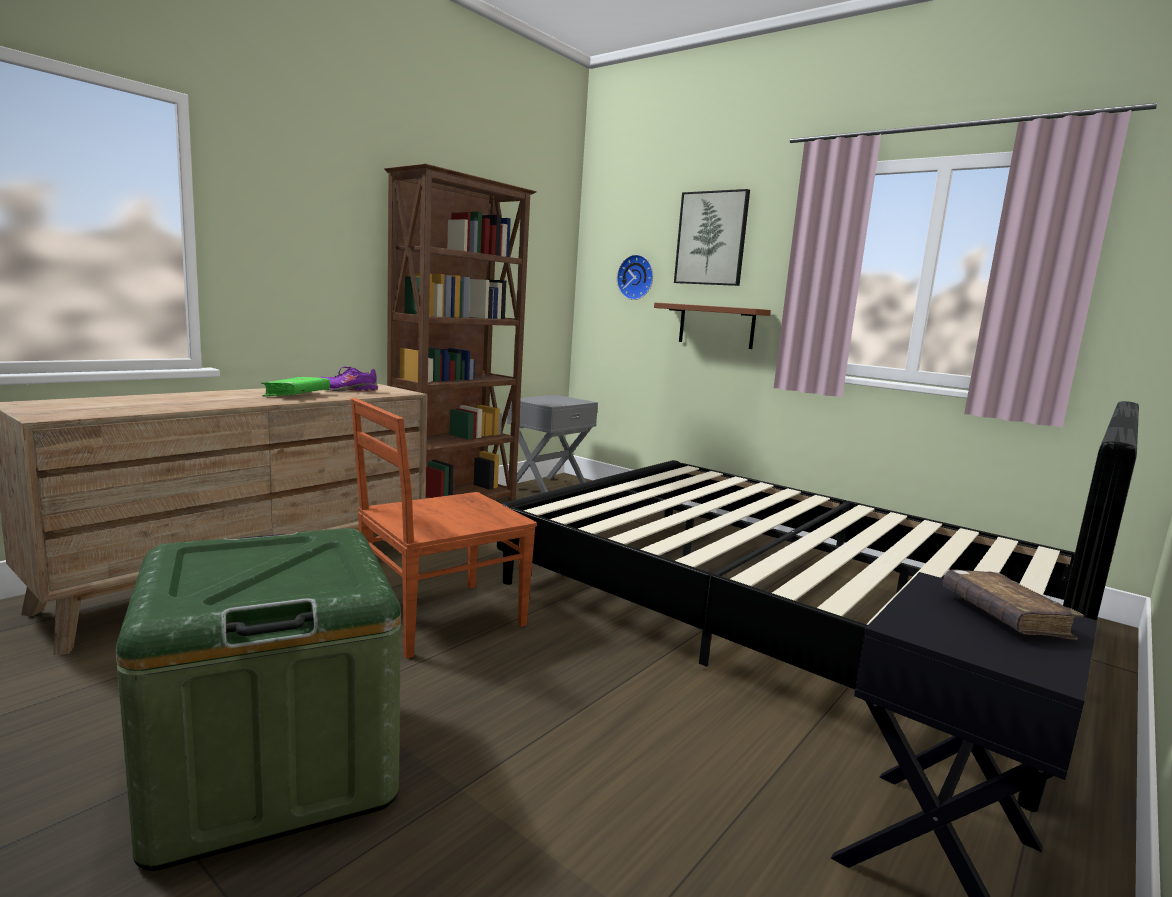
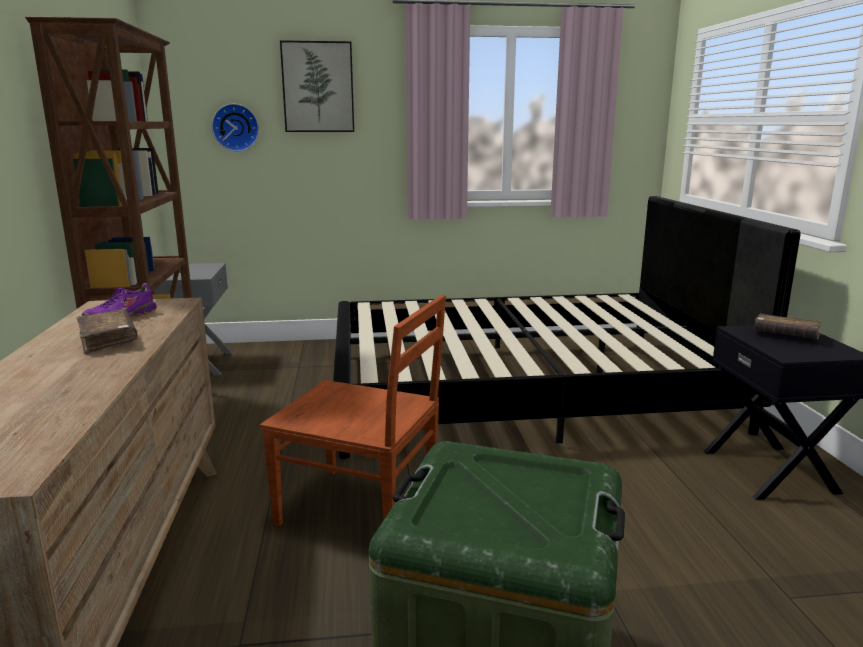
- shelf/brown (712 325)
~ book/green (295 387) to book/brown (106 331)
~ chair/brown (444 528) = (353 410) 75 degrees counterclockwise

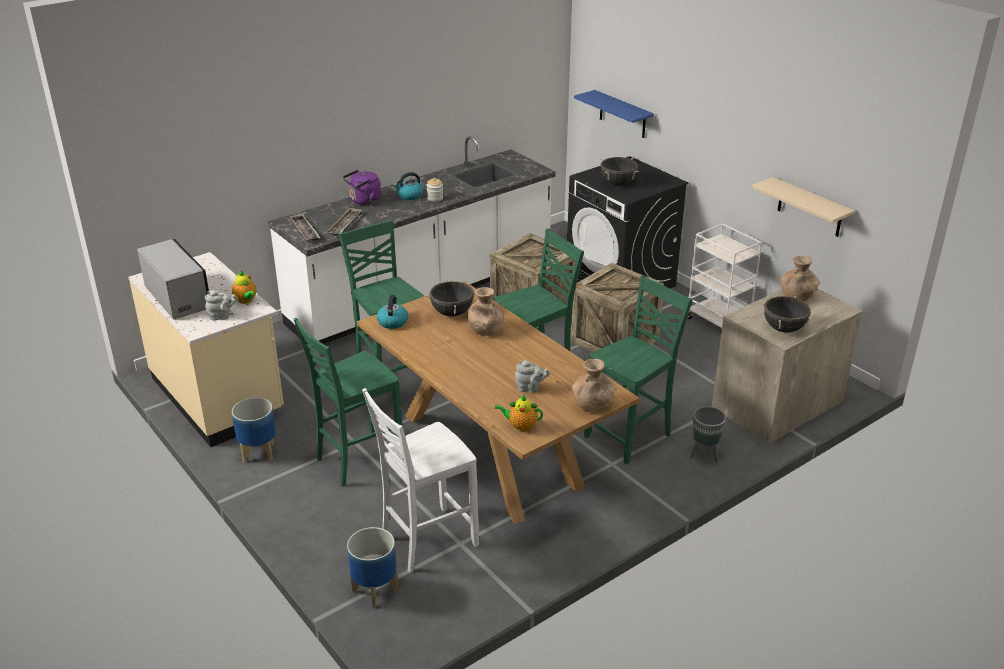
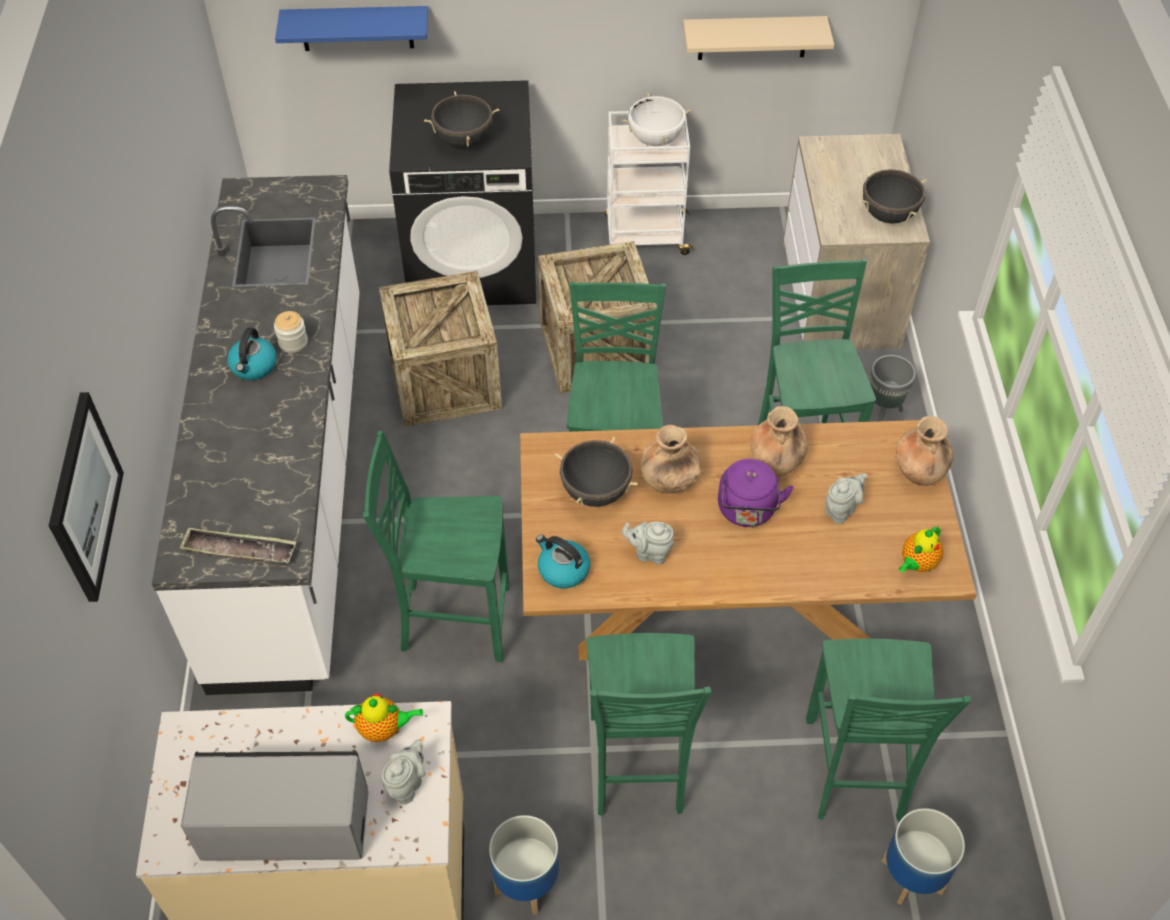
~ kettle/purple (362 187) to (756 493)
- tray (344 221)
~ vase/brown (800 278) to (779 441)
~ chair/white (420 480) to chair/green (888 730)
+ cooking pot/white (657 119)
+ picture (86 497)
+ teapot/grey (648 543)

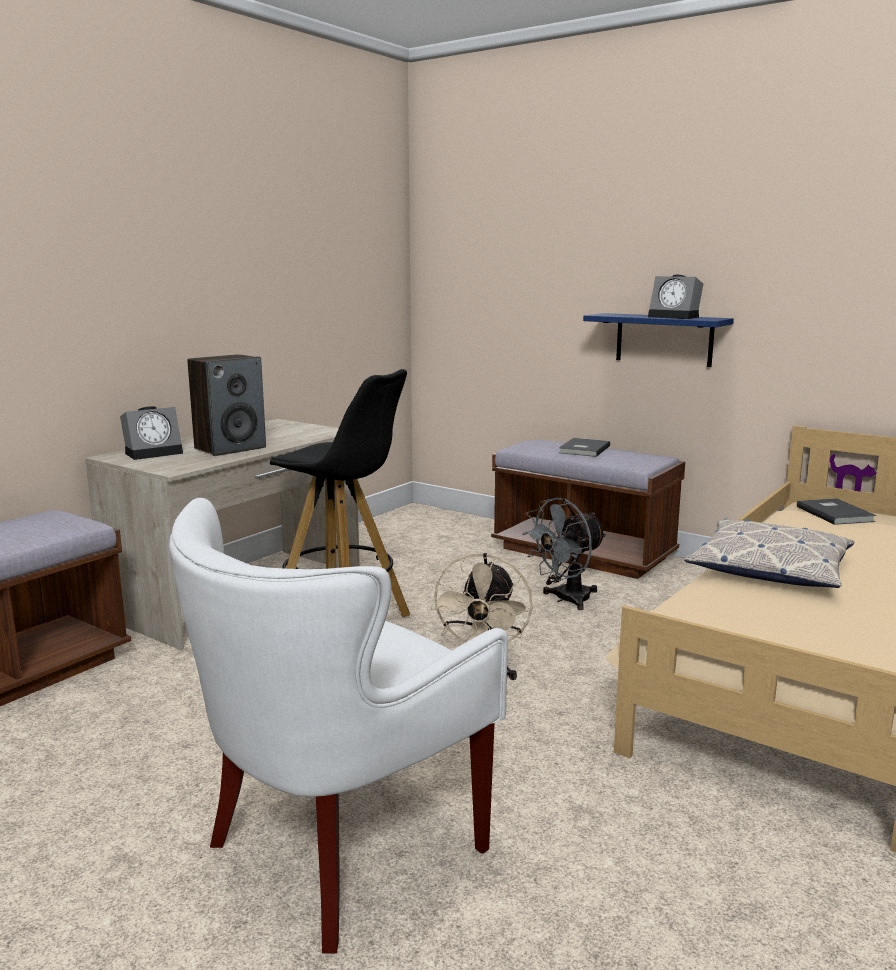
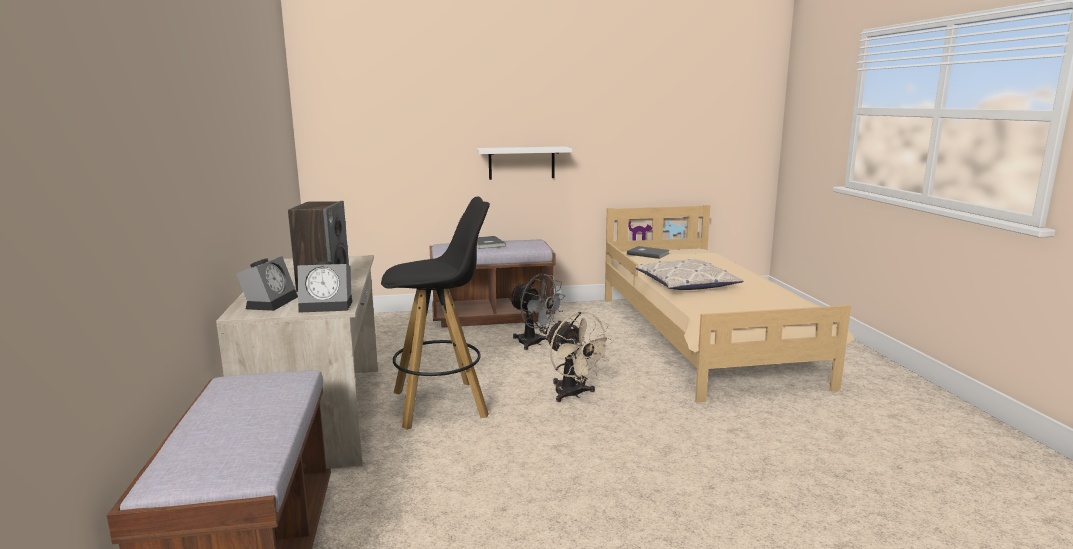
~ alarm clock (675 297) to (324 287)
~ shelf/blue (658 340) to shelf/white (524 163)
~ fan/grey (564 553) = (537 311) 60 degrees counterclockwise
- armchair/white (338 725)

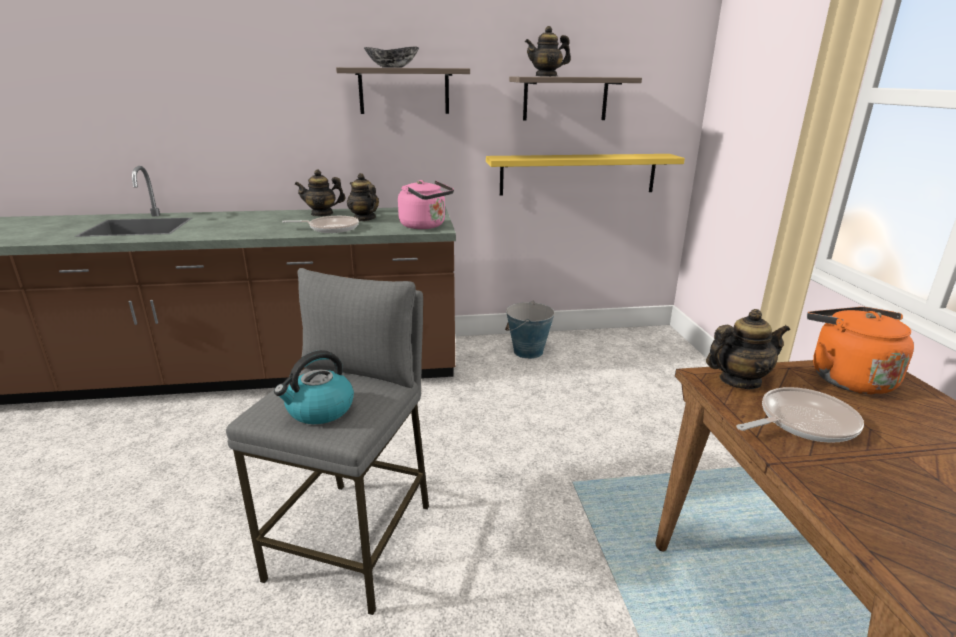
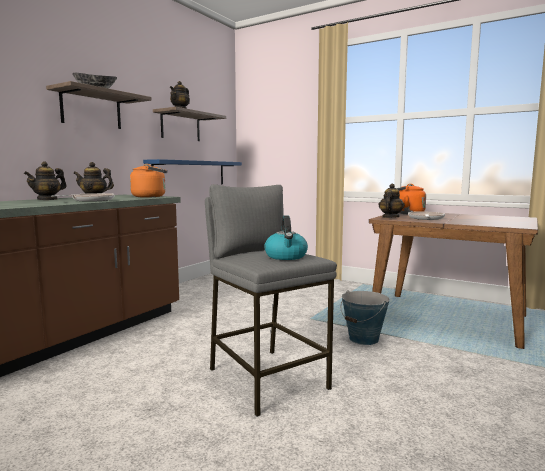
~ shelf/yellow (585 175) to shelf/blue (192 171)
~ kettle/pink (426 204) to kettle/orange (149 180)
~ bucket (530 330) to (365 317)

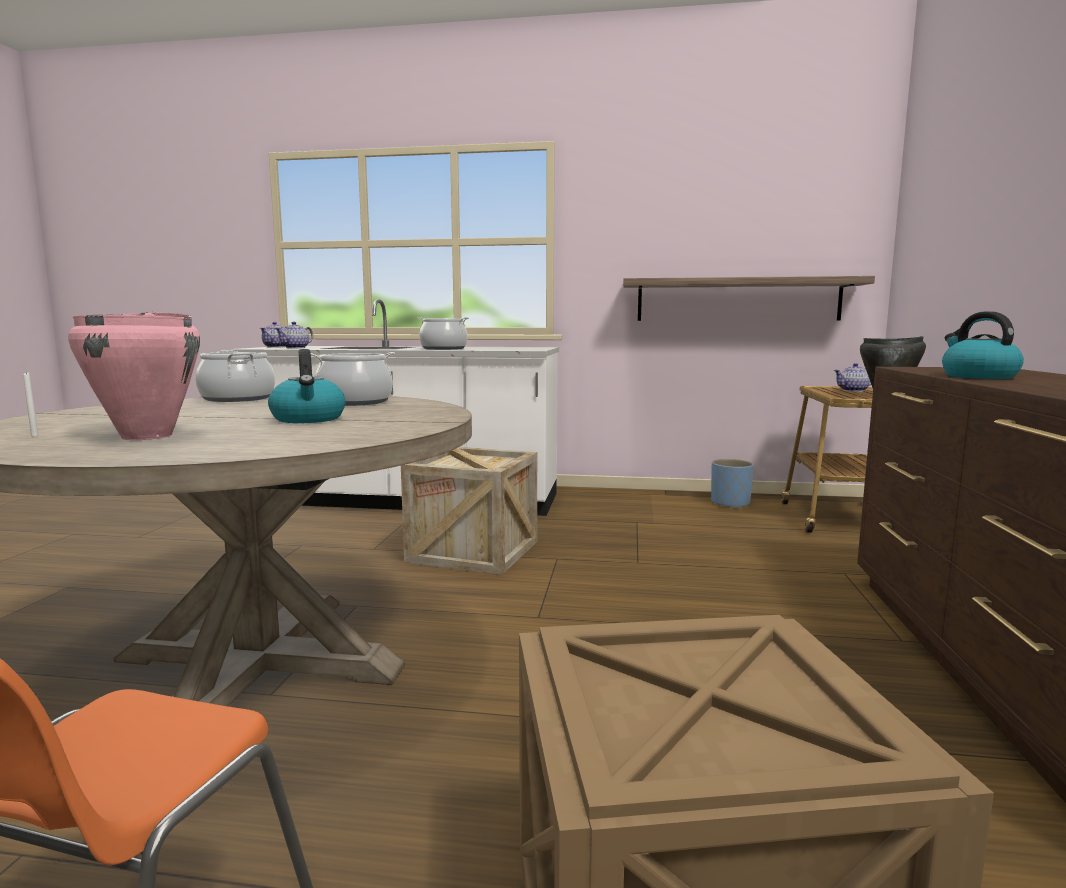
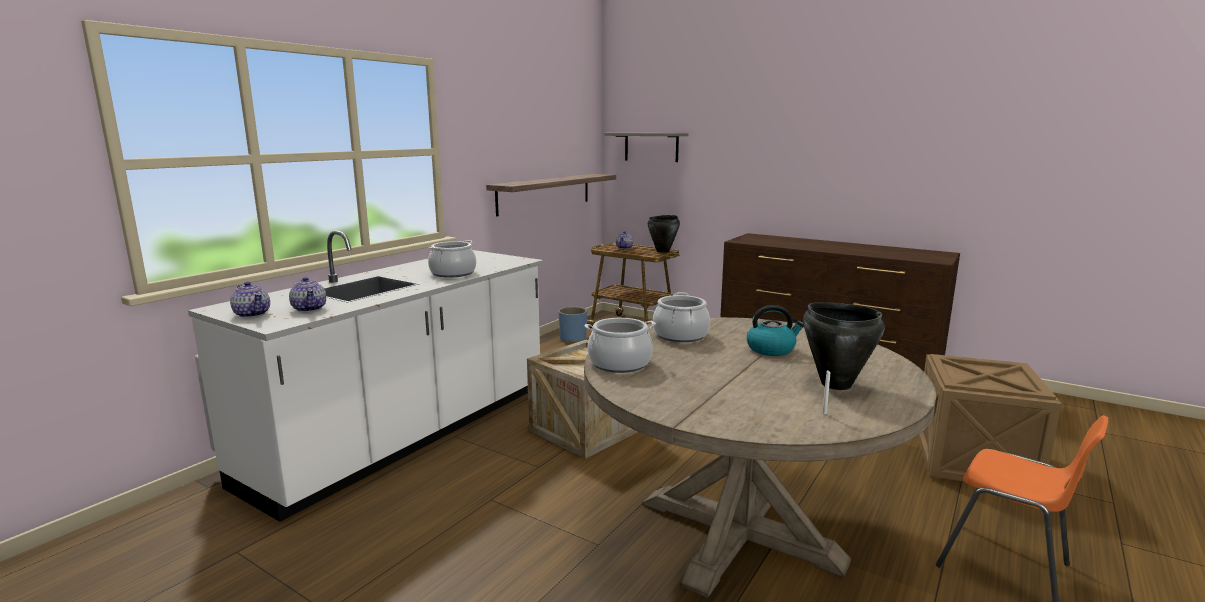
- kettle (983 345)
~ cooking pot/pink (134 376) to cooking pot/black (844 346)
+ shelf/grey (647 147)

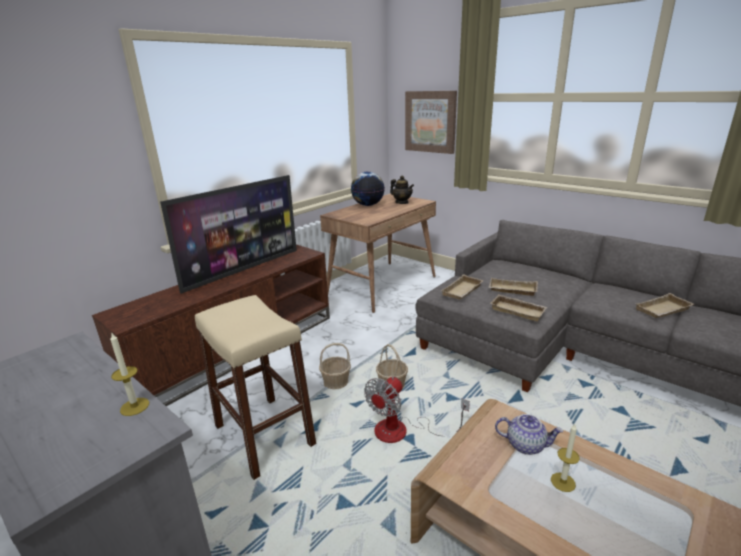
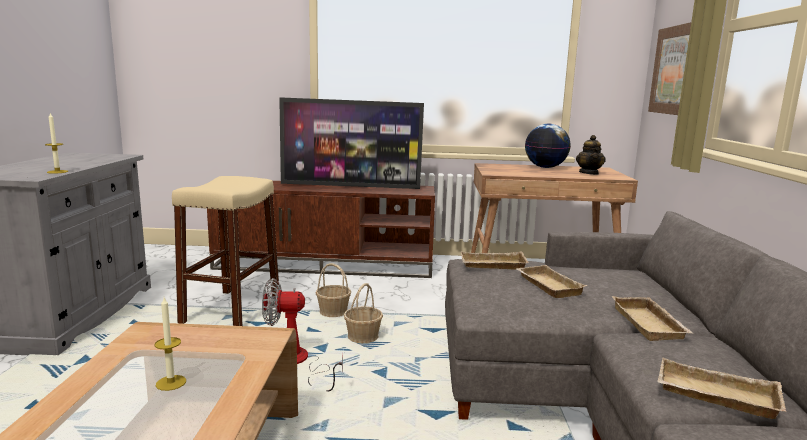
~ tray/beige (518 308) to (653 318)
- teapot (529 434)

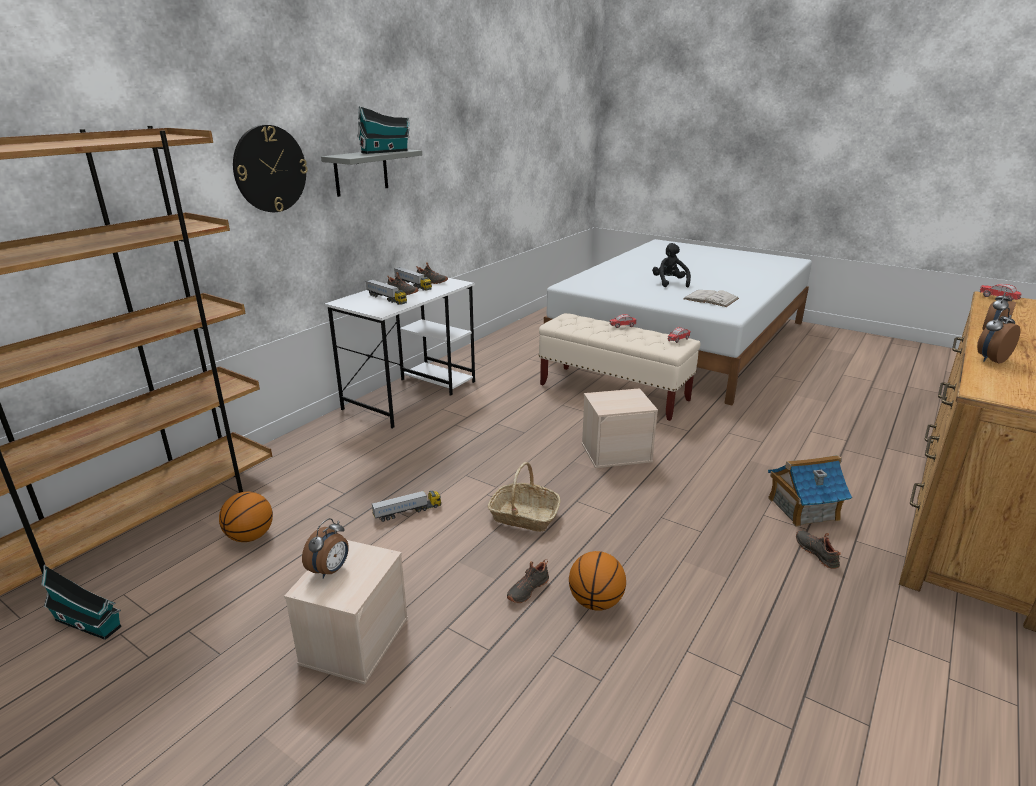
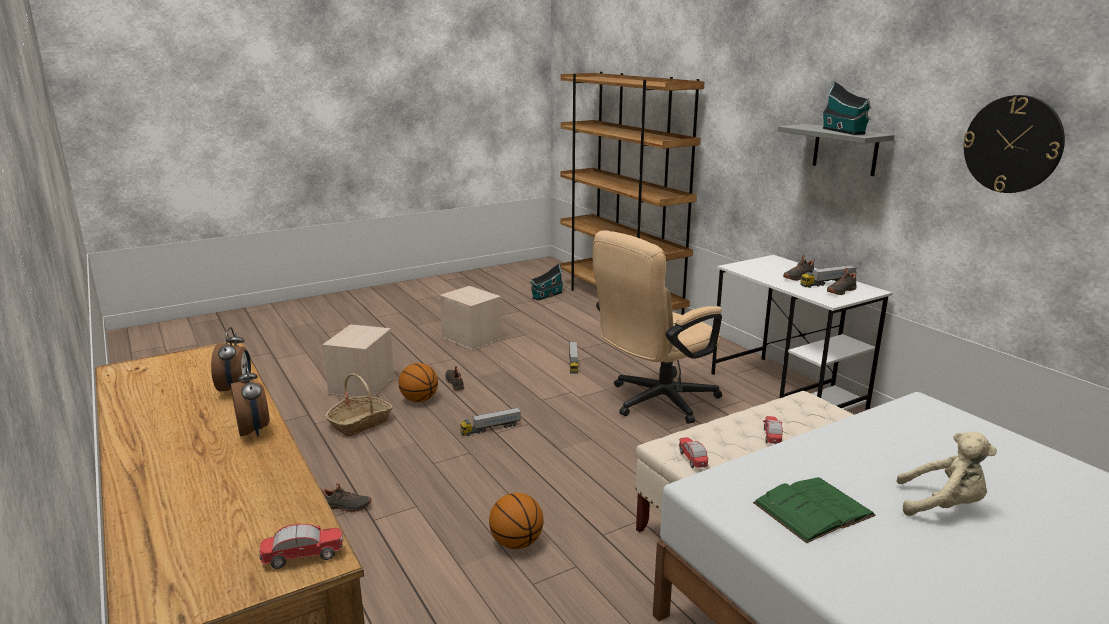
~ wall clock (270 168) to (1014 144)
~ plush toy/black (671 265) to plush toy/beige (946 474)
~ toy truck (386 292) to (490 421)
~ book/white (711 298) to book/green (814 510)
~ storage box/beige (619 428) to (358 360)
- toy house (810 491)
~ basket (524 497) to (359 405)
~ basketball (246 517) to (516 521)
- alarm clock (325 548)
+ office chair/beige (657 327)

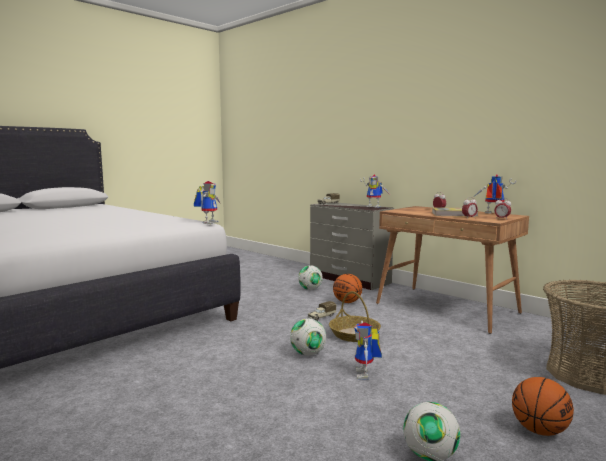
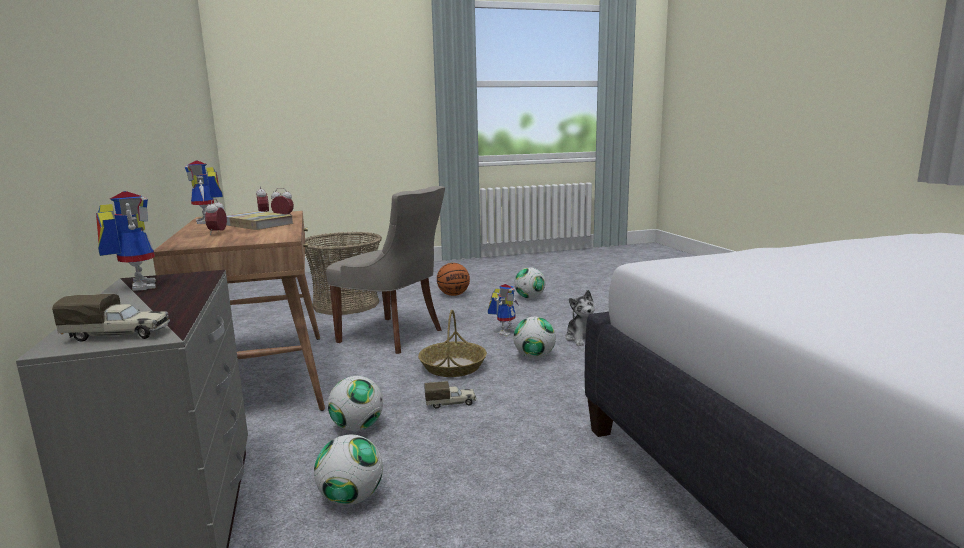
- toy robot (207 202)
~ basketball (347 288) to football (355 403)
+ chair/grey (385 270)
+ plush toy (580 318)

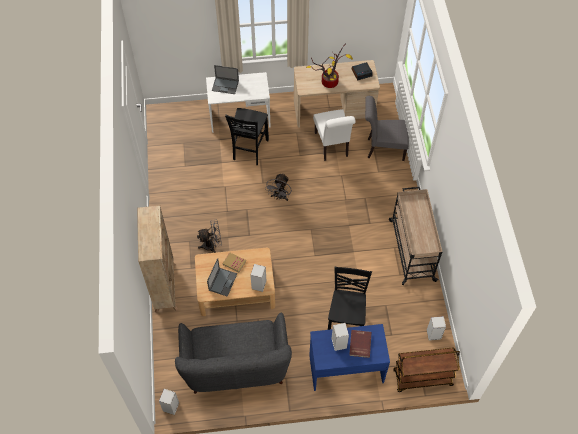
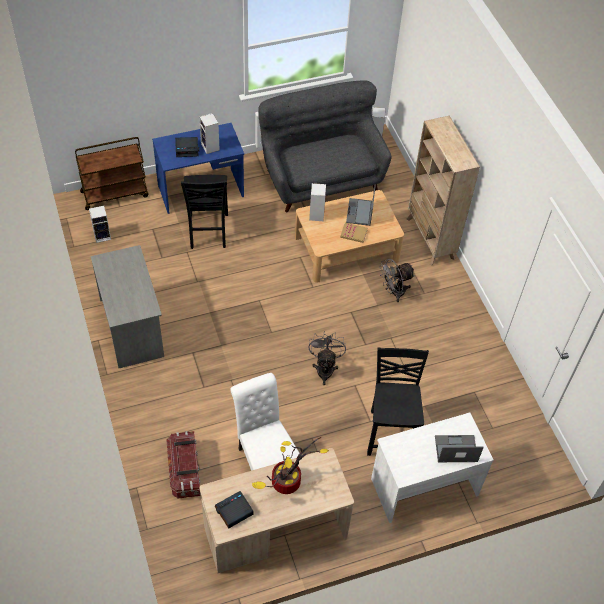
~ chair/grey (387 128) to storage box (183 465)
~ cart/beige (415 236) to desk/grey (127 306)
~ book/red (360 344) to alarm clock (187 147)

